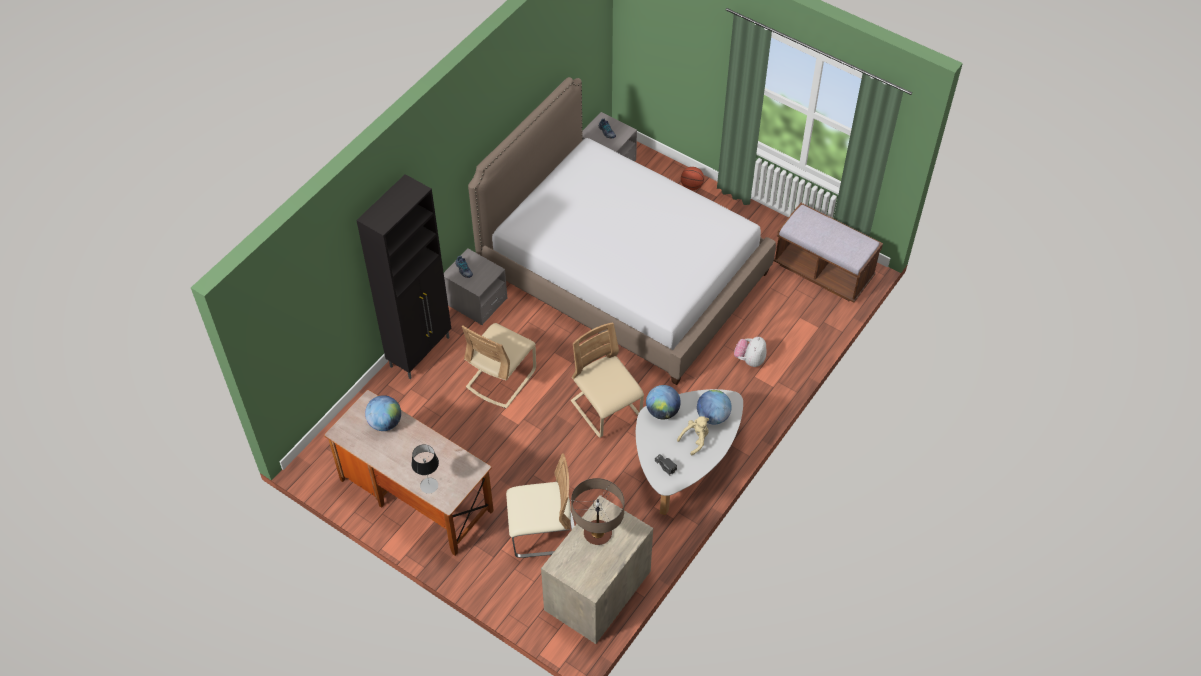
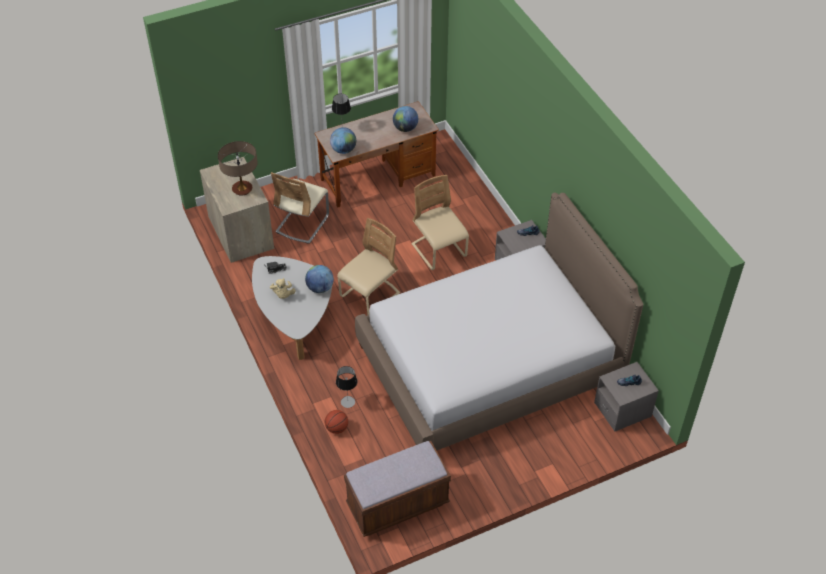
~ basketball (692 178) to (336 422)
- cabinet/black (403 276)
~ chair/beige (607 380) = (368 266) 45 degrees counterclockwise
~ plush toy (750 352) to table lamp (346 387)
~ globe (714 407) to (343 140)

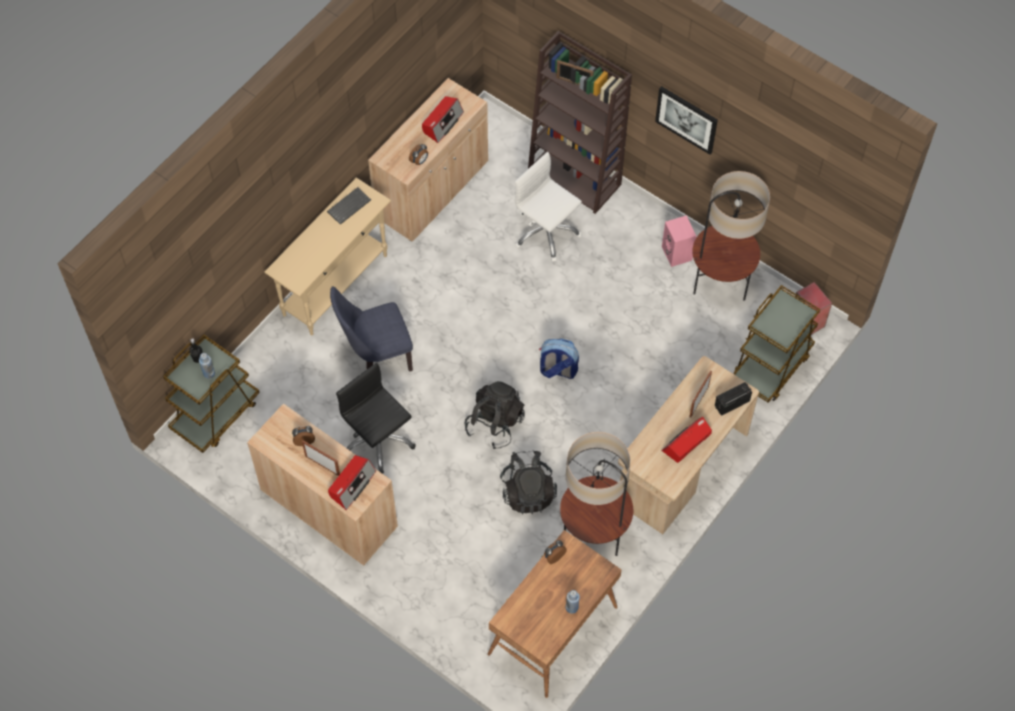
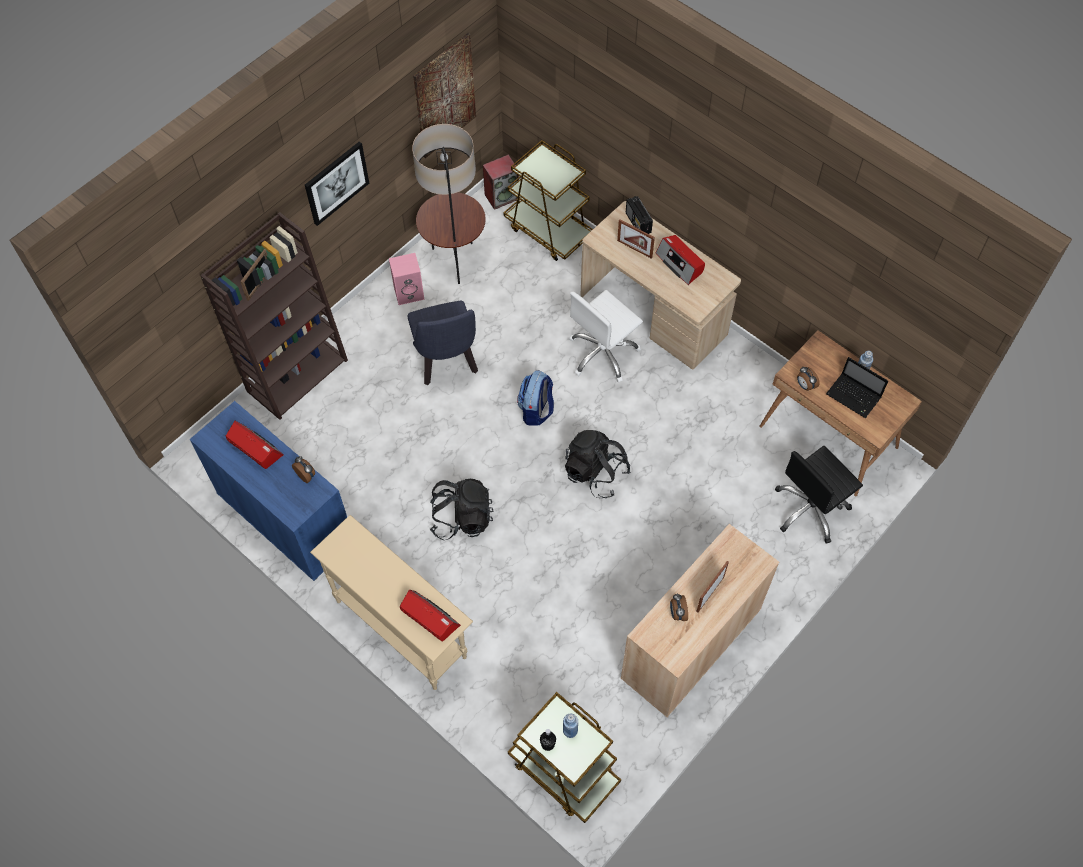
~ cabinet/beige (428 160) to cabinet/blue (268 491)
~ office chair/white (548 207) to (606 336)
- keyboard (349 206)
~ chair/blue (371 329) to (443 343)
~ office chair/black (376 417) to (819 495)
- floor lamp (596 494)
~ backpack/black (528 482) to (462 509)
~ radio (352 482) to (430 615)
+ picture (444 95)
+ laptop (857 387)

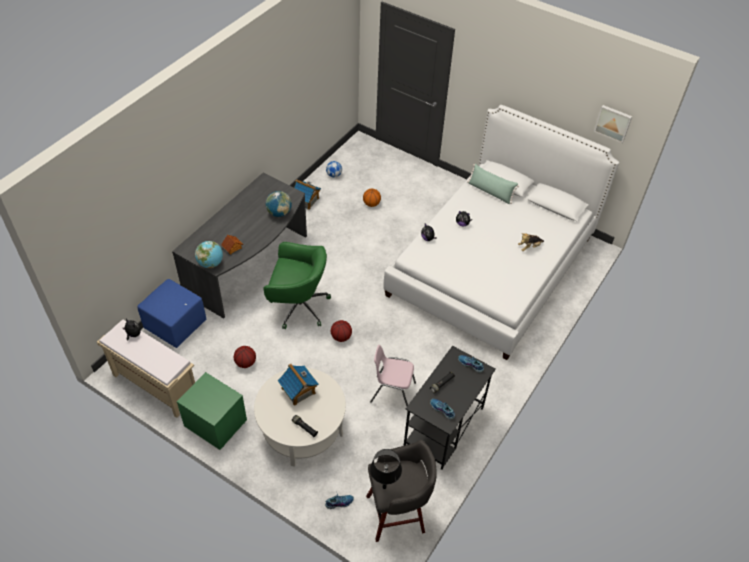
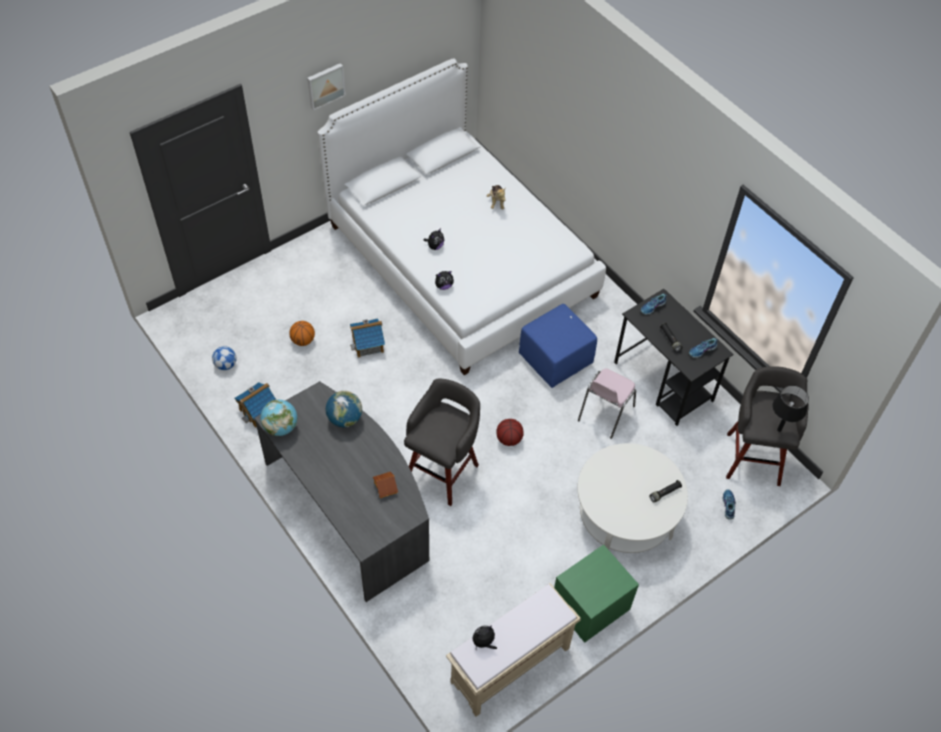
~ picture (613 124) to (326 87)
- pillow/green (493 184)
~ globe (209 254) to (279 418)
~ office chair/green (297 285) to stool/grey (442 442)
~ ottoman/blue (171 313) to (558 346)
- basketball (245 357)
~ toy house (298 385) to (367 338)

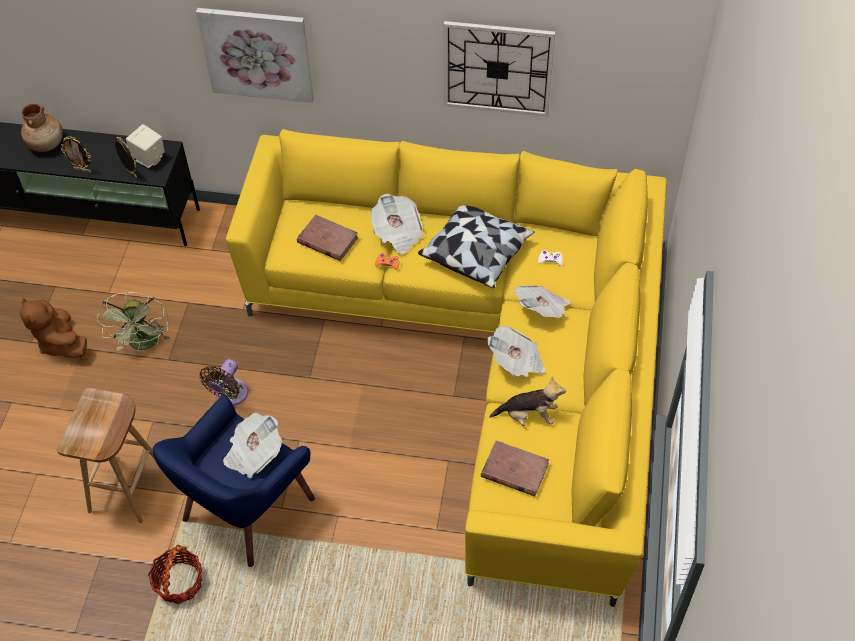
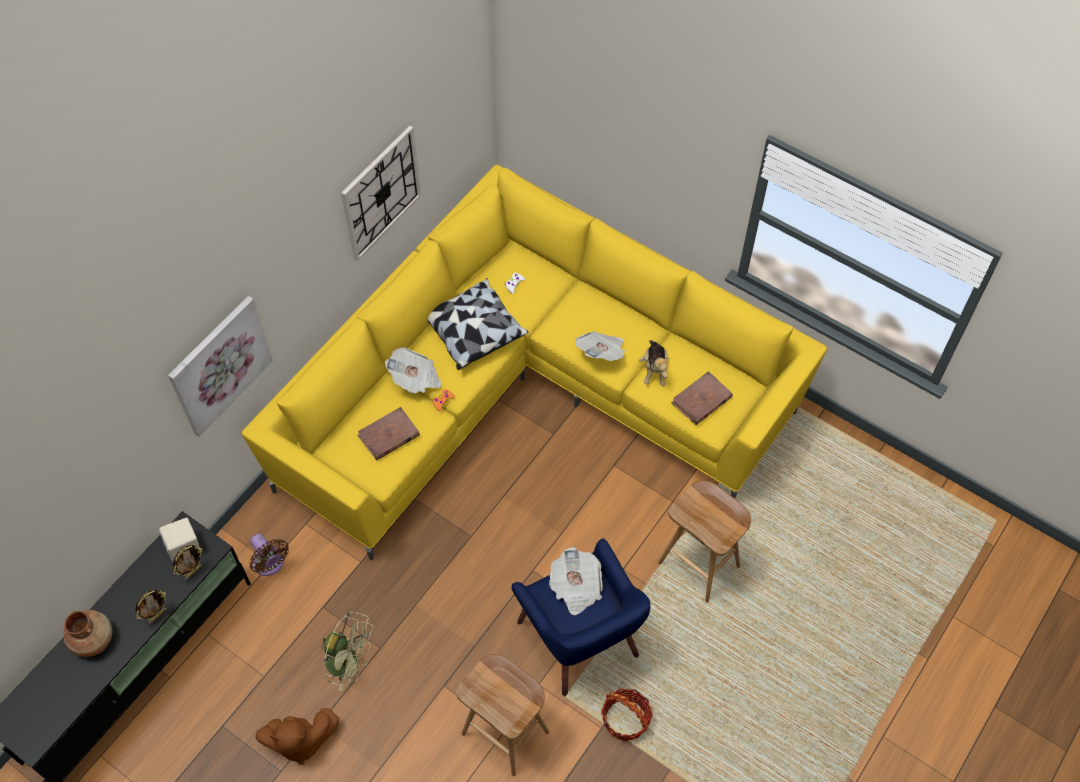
~ picture frame (126 157) = (187 562) 150 degrees clockwise
- newspaper (542 301)
~ fan/brown (223 382) to (269 554)
~ plush toy (528 401) = (654 363) 150 degrees clockwise
+ stool/brown (704 541)

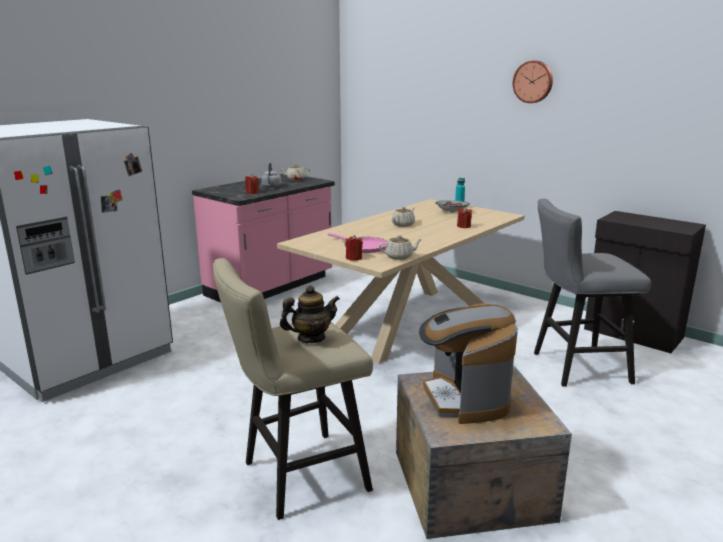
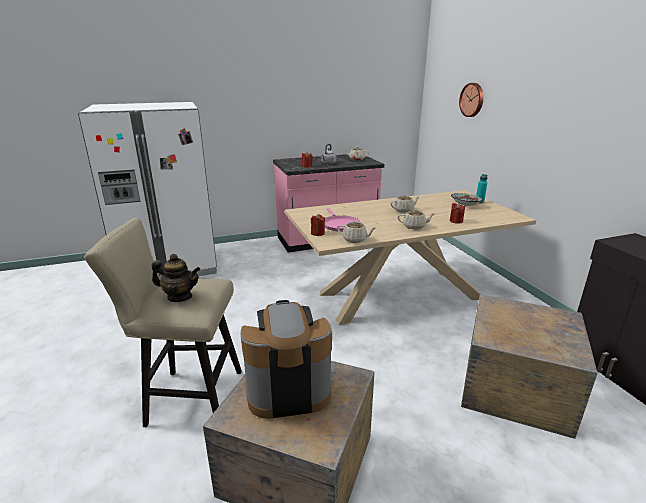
~ wall clock (533 82) to (471 100)
~ stool/grey (592 293) to crate (529 366)
~ coffee machine (468 363) = (286 359) 60 degrees clockwise
+ teapot/beige (416 219)

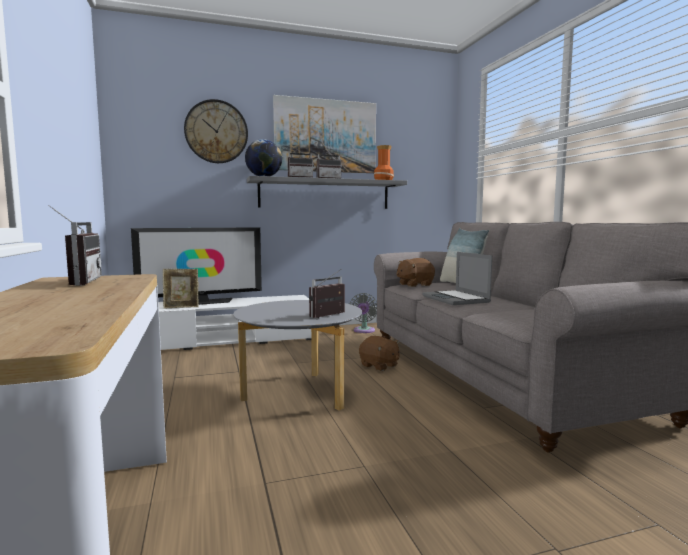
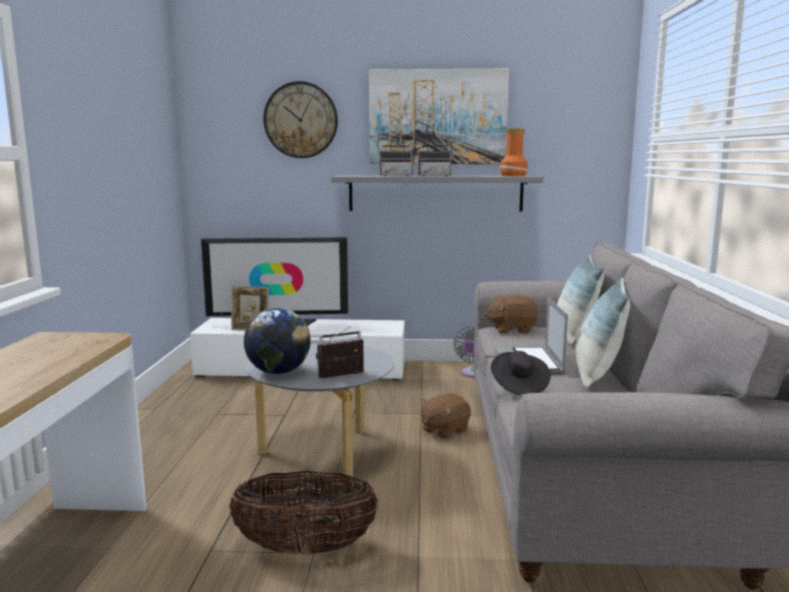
~ globe (263 157) to (277 341)
- radio (75 245)
~ plush toy/brown (379 353) = (445 416) 75 degrees clockwise
+ pillow (602 333)
+ hat/black (521 373)
+ basket (303 512)

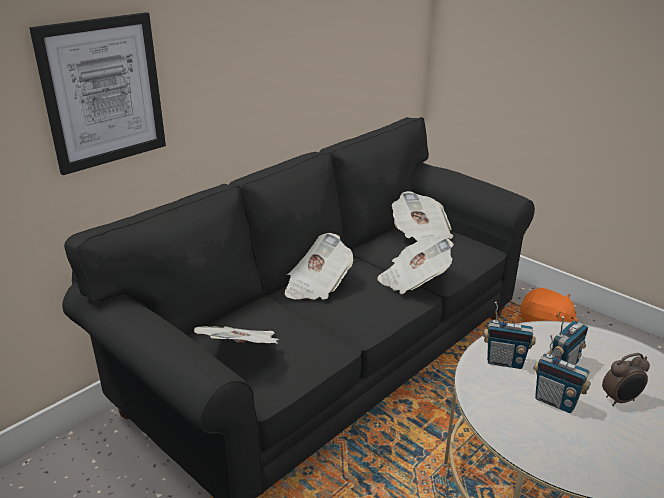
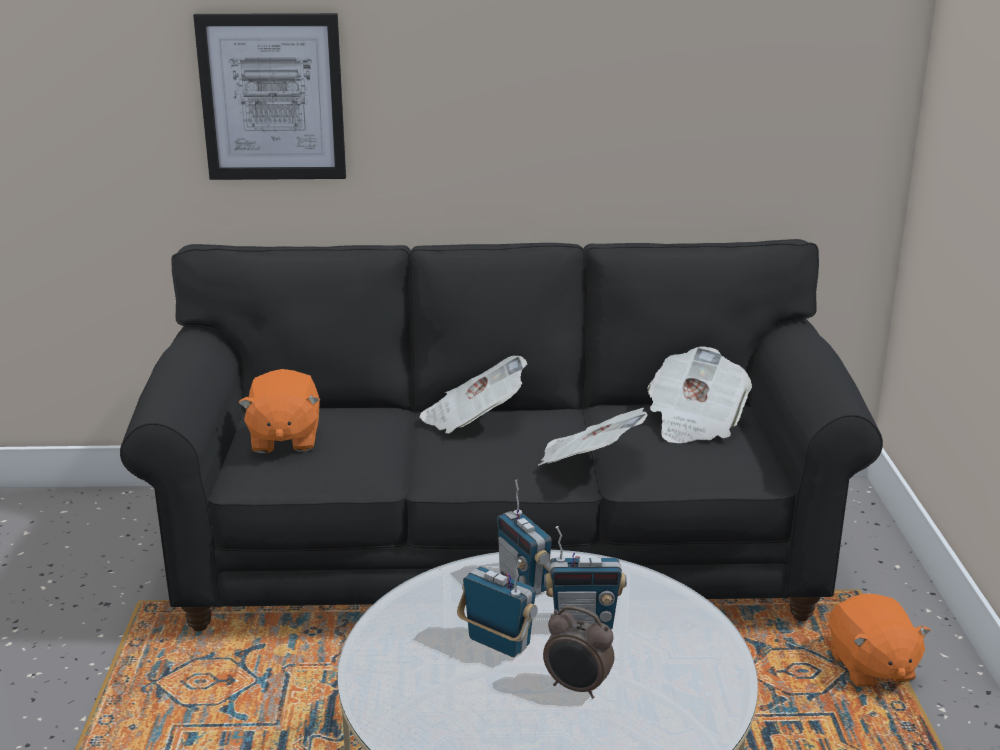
~ newspaper (236 334) to plush toy/orange (279 411)
~ radio (562 374) = (497 608) 135 degrees clockwise

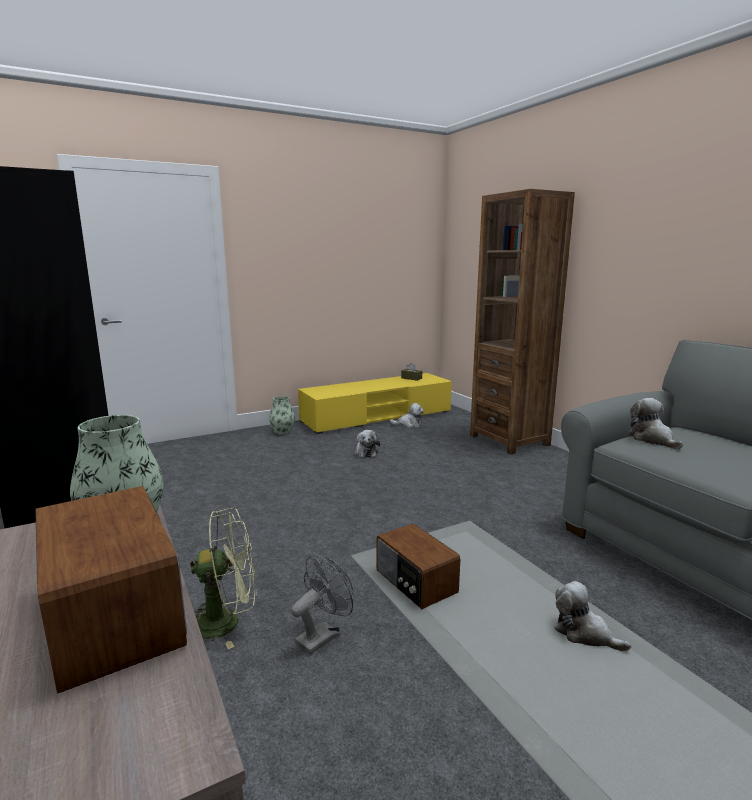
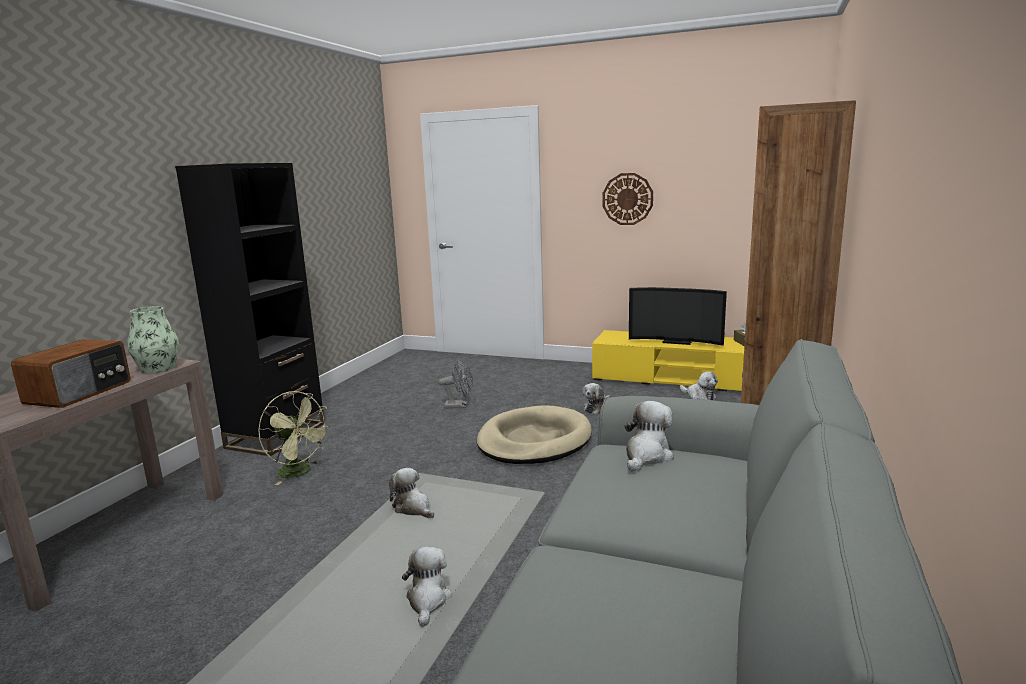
- vase (282 415)
~ radio (418 566) to plush toy (411 493)
~ fan/grey (322 604) to (455 383)
+ wall clock (627 199)
+ television (678 316)
+ dog bed/beige (534 434)

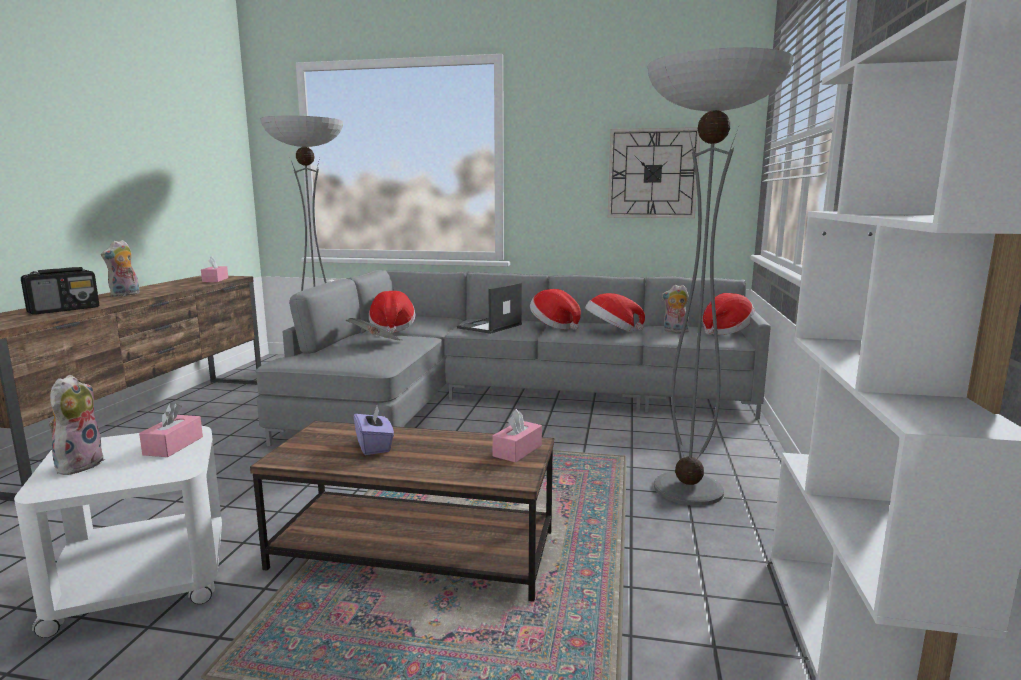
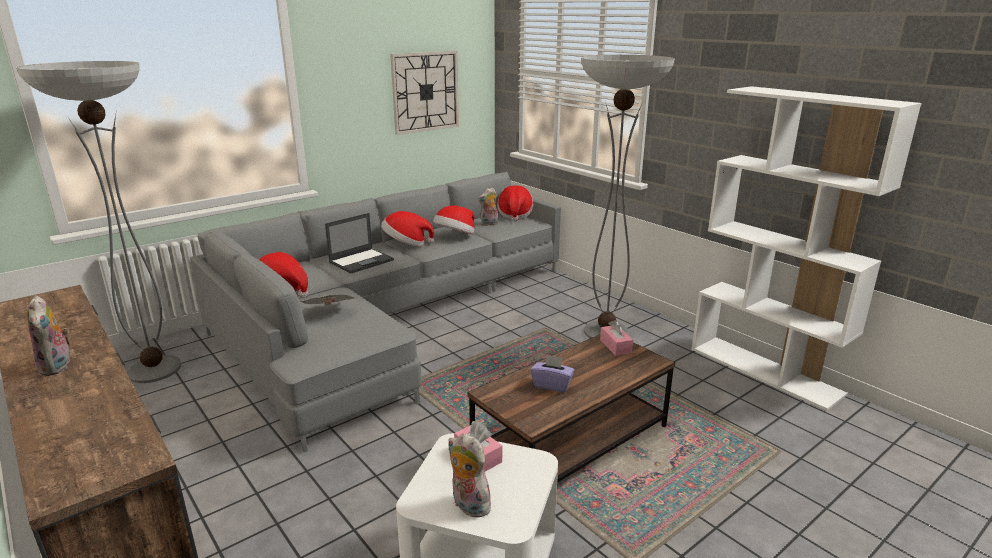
- tissue box/pink (214 269)
- radio (60 291)
~ laptop (489 308) = (359 243) 120 degrees counterclockwise

